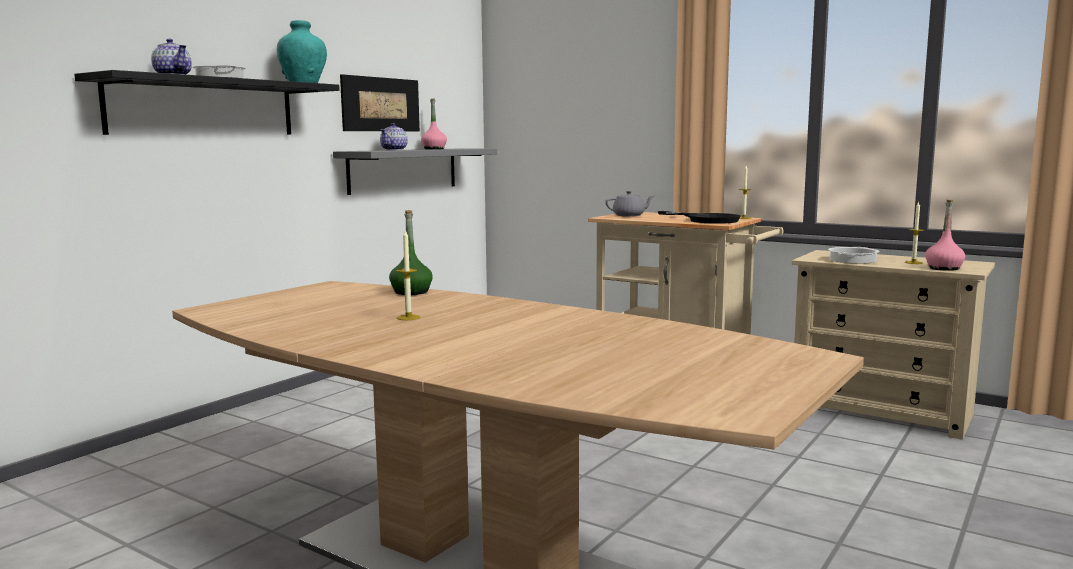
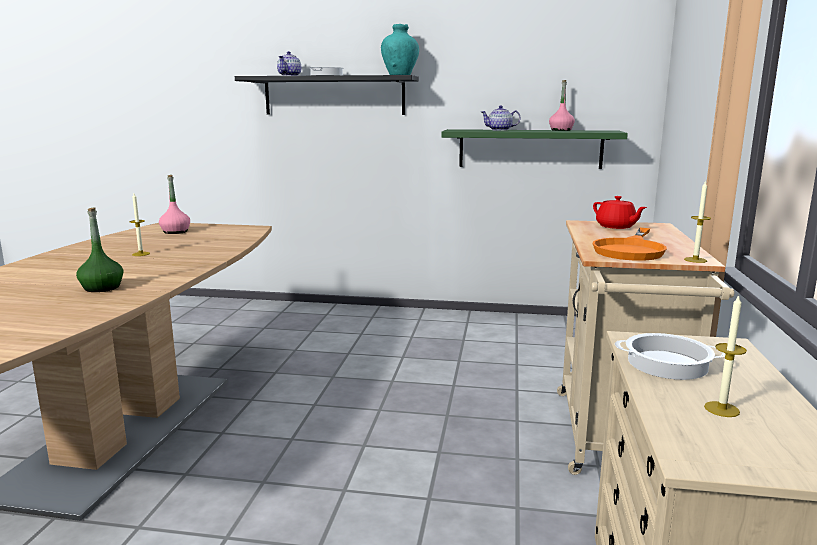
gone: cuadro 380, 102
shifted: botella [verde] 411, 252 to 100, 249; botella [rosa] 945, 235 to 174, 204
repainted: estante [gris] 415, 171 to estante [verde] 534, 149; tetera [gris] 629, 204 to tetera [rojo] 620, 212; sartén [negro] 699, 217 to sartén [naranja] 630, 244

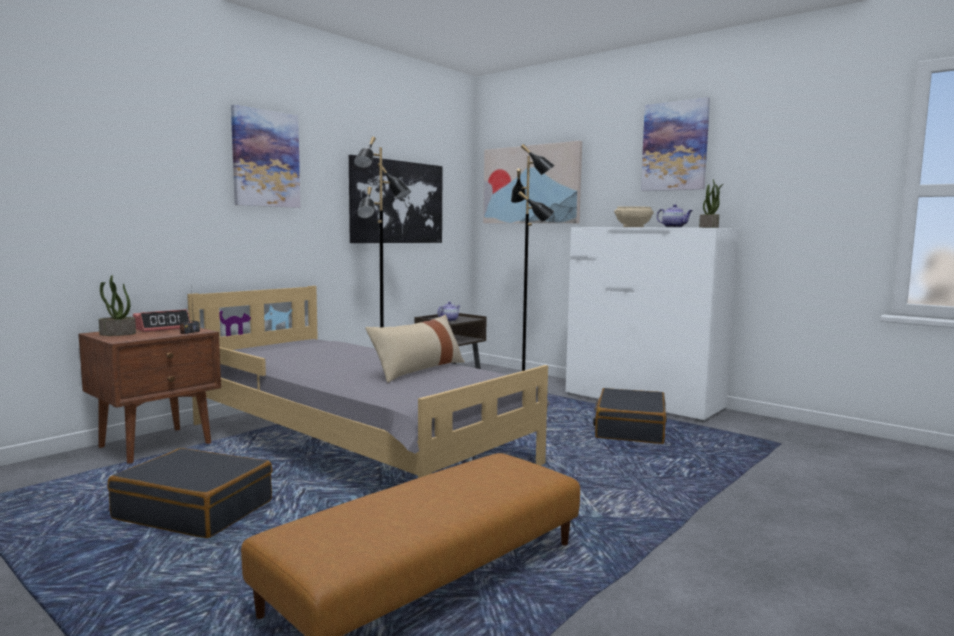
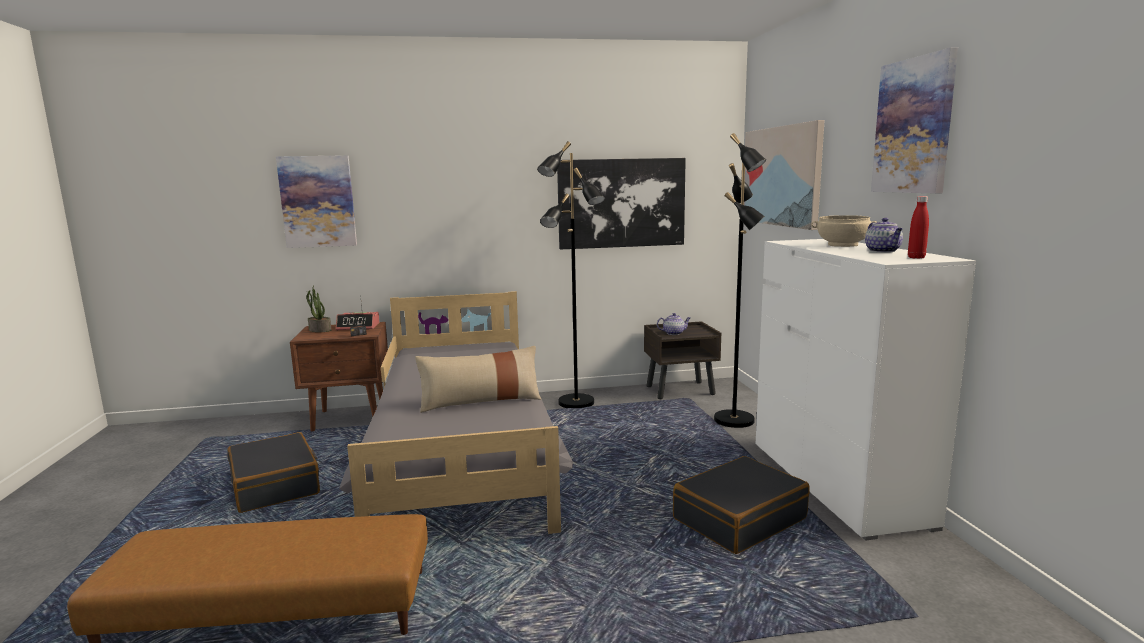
shifted: cuadro 265, 156 to 316, 201
swapped: planta en maceta 711, 204 to botella [rojo] 918, 227

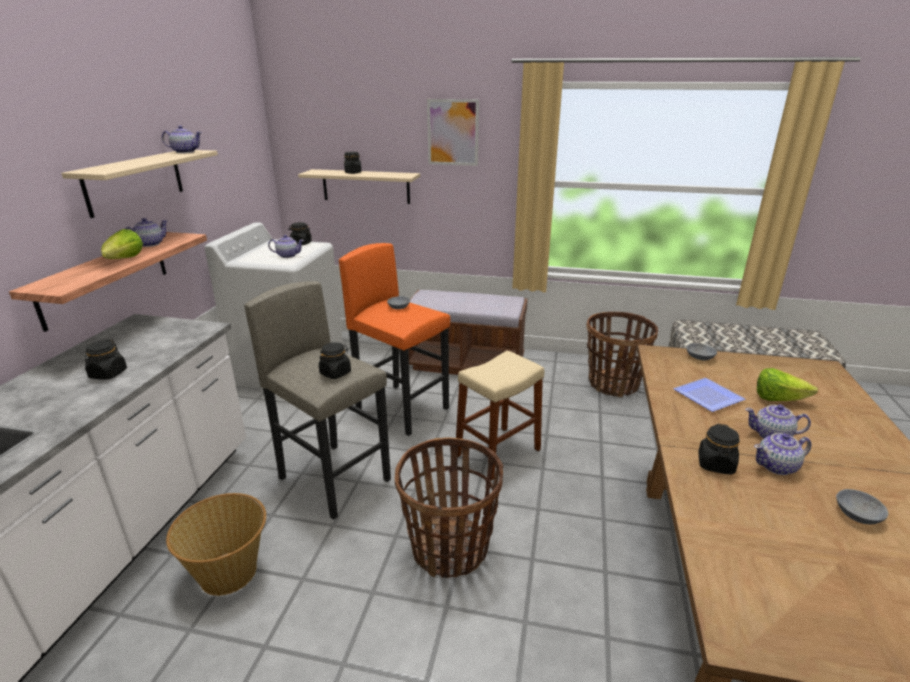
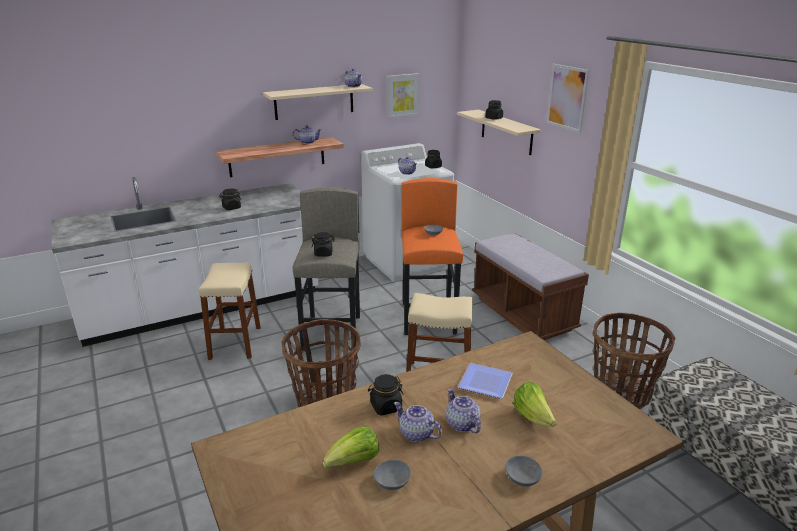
new: cuadro 402, 95
shifted: lechuga 122, 244 to 351, 447; cuenco [gris] 701, 351 to 524, 471
swapped: cesta 216, 544 to taburete [beis] 230, 311

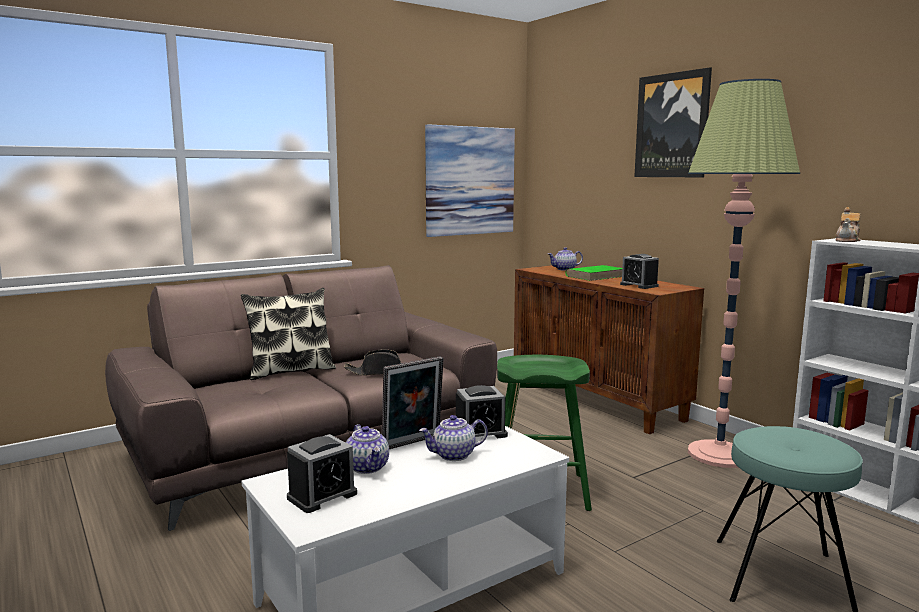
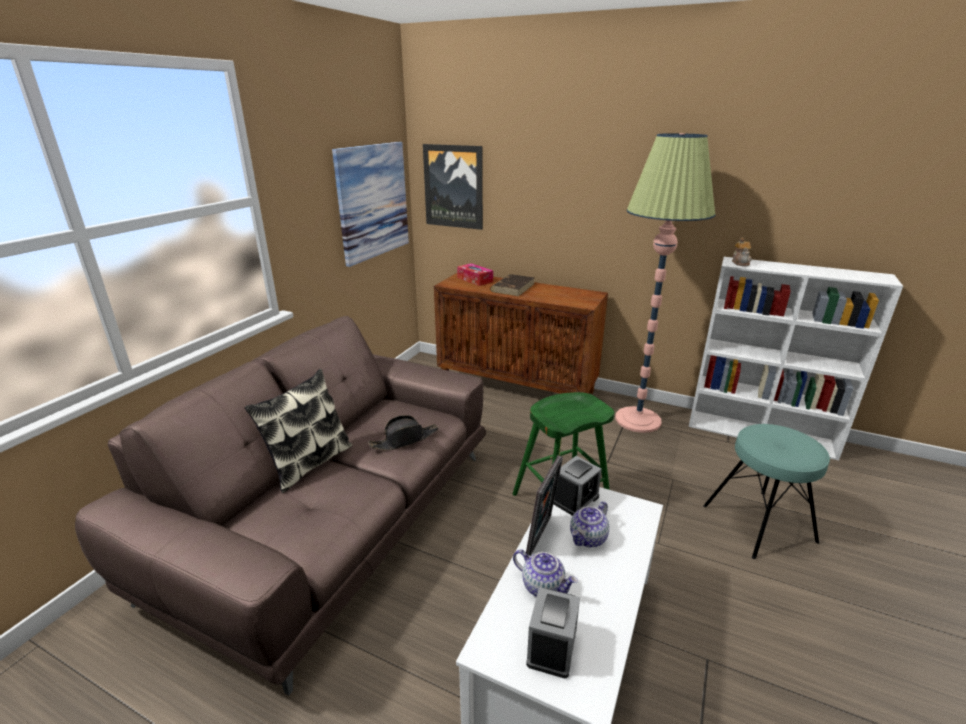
gone: despertador 639, 271
shifted: cuadro 673, 122 to 453, 187
swapped: tetera 565, 259 to caja de pañuelos 475, 274
repainted: libro [verde] 593, 273 to libro [marrón] 512, 285

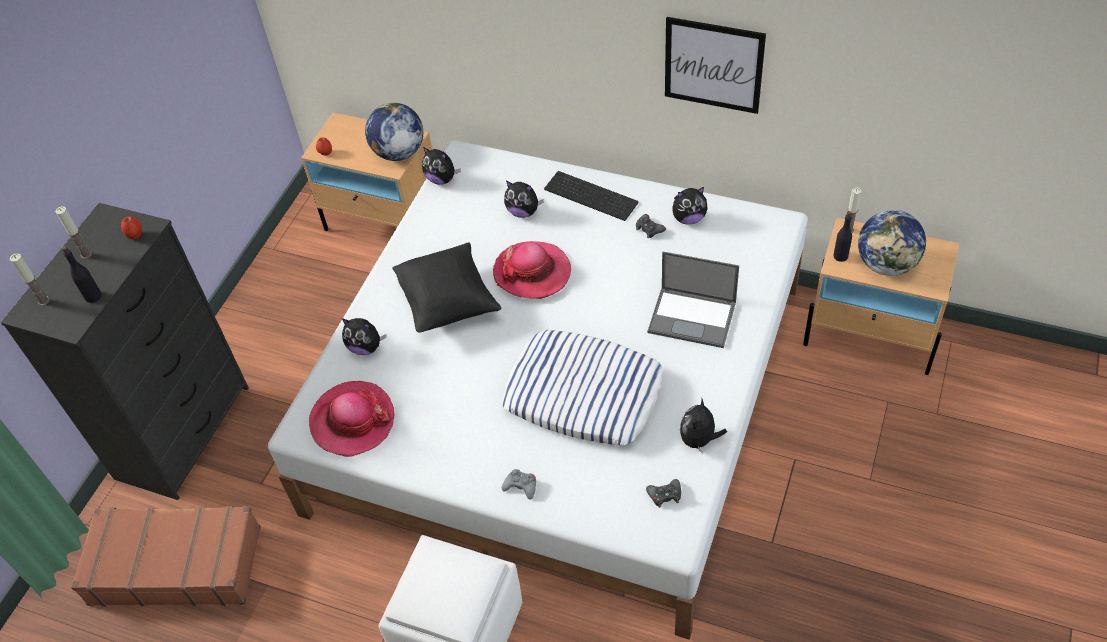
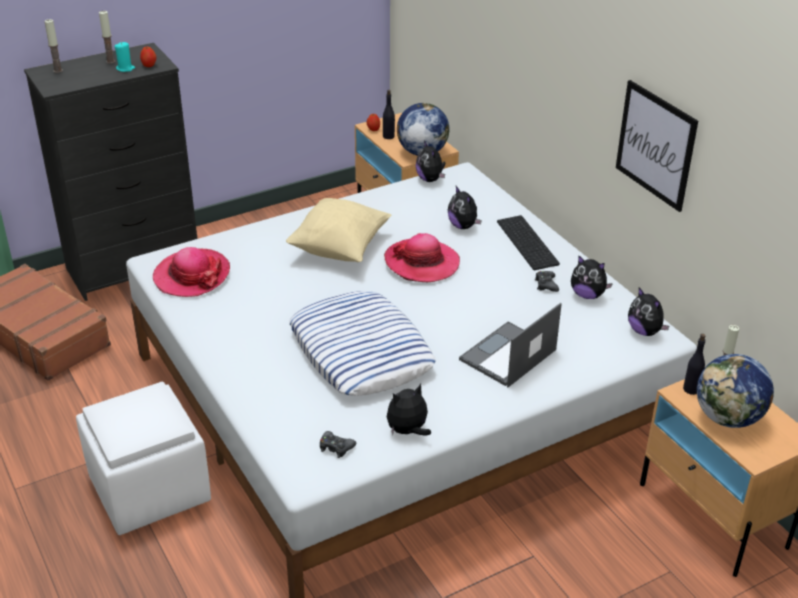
gone: mando de consola [gris] 519, 484
new: vela [turquesa] 124, 57
shifted: botella [negro] 82, 274 to 389, 114; peluche 364, 336 to 649, 311
repainted: cojín [negro] 446, 287 to cojín [beis] 338, 230
rotated: portátil 693, 299 = 510, 345 75 degrees clockwise

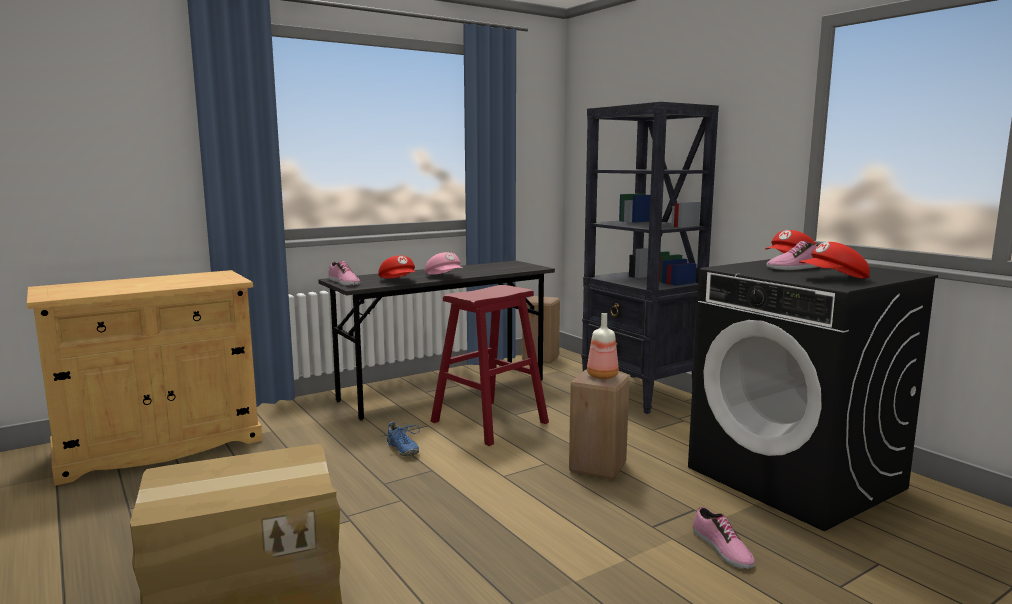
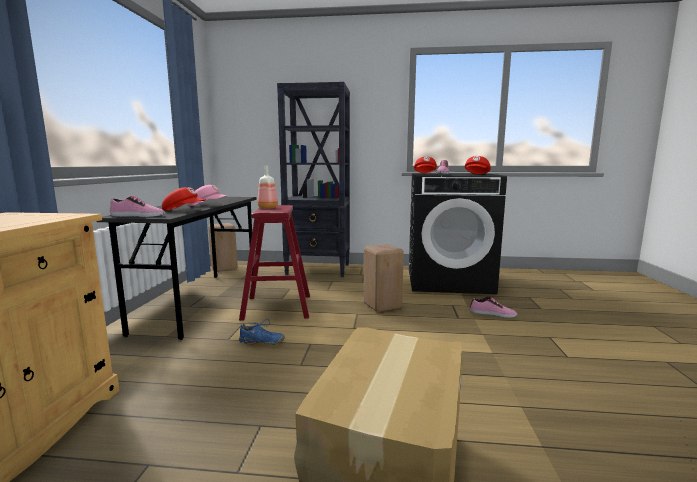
shifted: botella 603, 346 to 267, 187

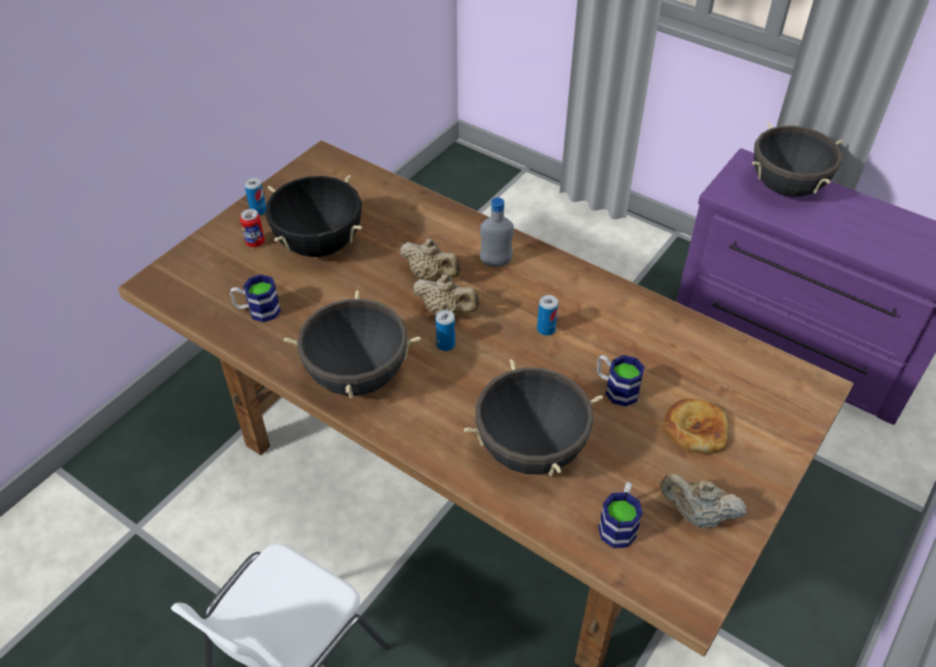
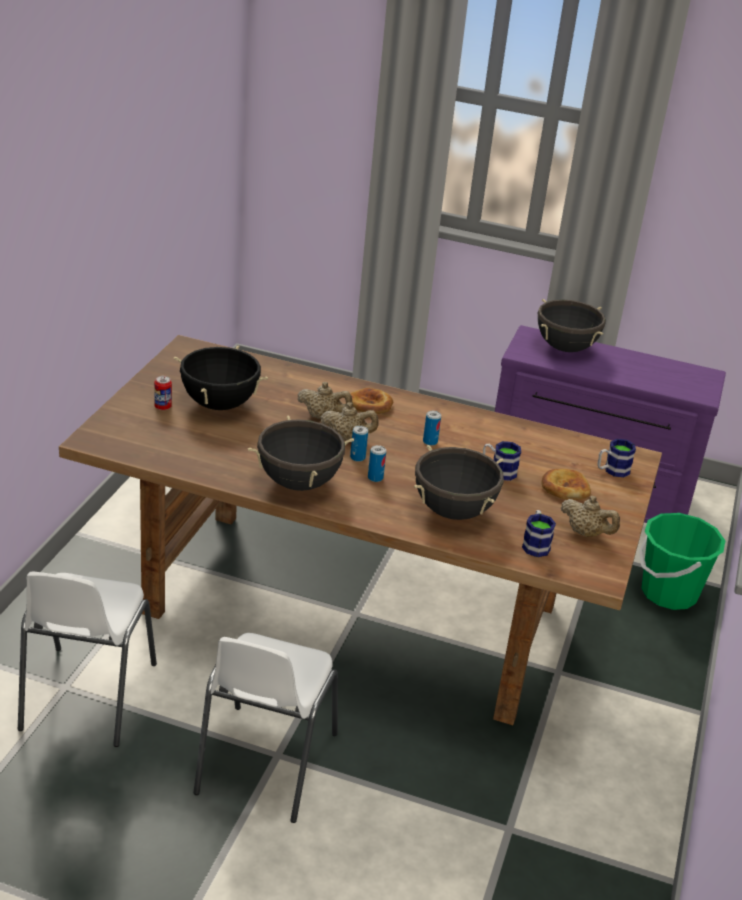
new: silla [blanco] 87, 659; cubo [verde] 682, 561
shifted: taza grande 255, 298 to 616, 458; lata 255, 196 to 377, 463
swapped: botella [gris] 497, 232 to pan 371, 401
rotated: tetera [beis] 703, 501 = 590, 516 150 degrees counterclockwise

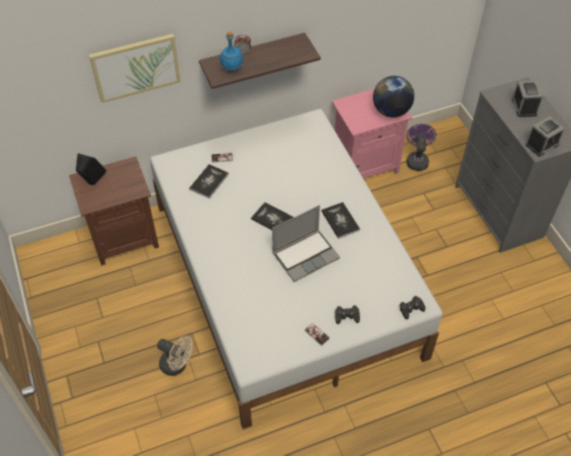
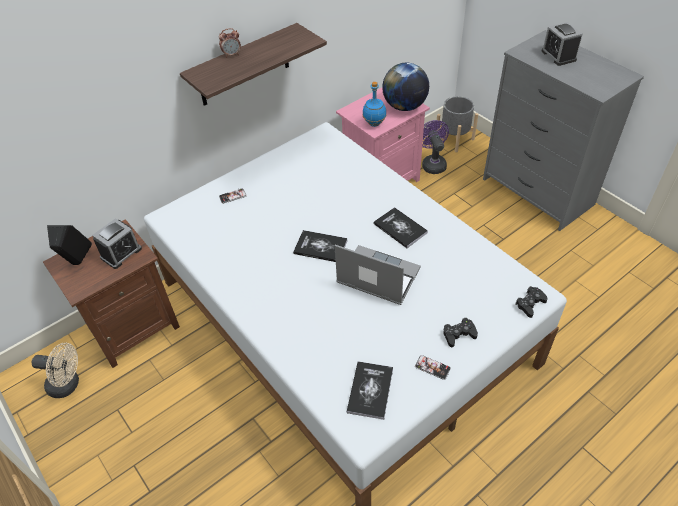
gone: cuadro 135, 68
new: maceta [gris] 457, 124
shifted: ventilador [beis] 175, 356 to 55, 370; libro 209, 181 to 370, 390; botella [azul] 231, 52 to 374, 104; despertador 545, 136 to 117, 243
rotated: portátil 306, 243 = 378, 275 105 degrees counterclockwise

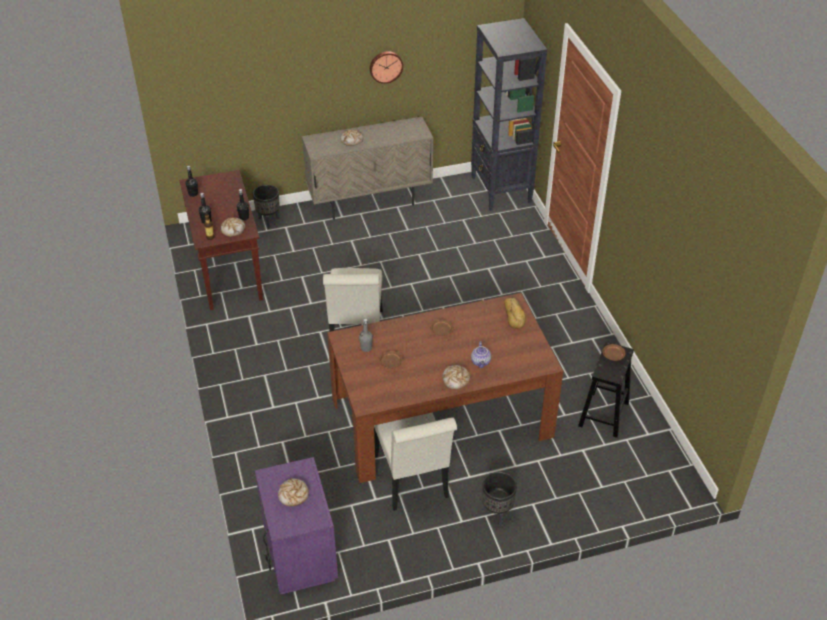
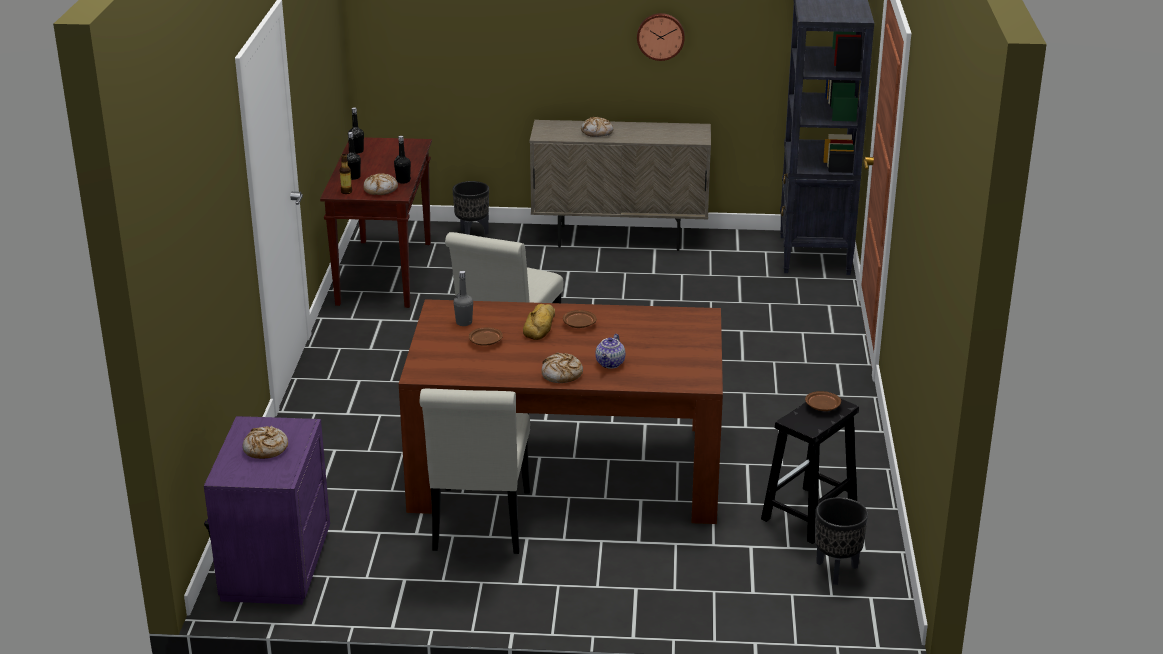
shifted: maceta [negro] 499, 499 to 841, 541; pan 515, 313 to 539, 322

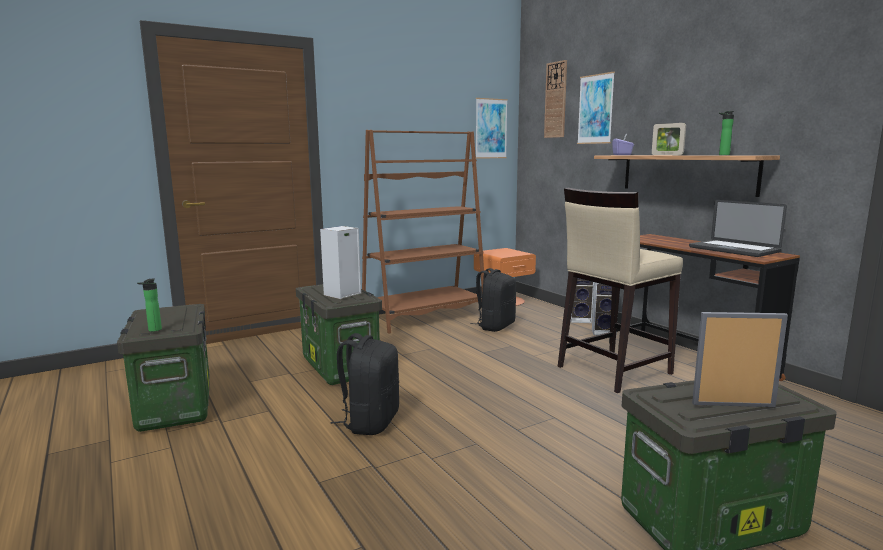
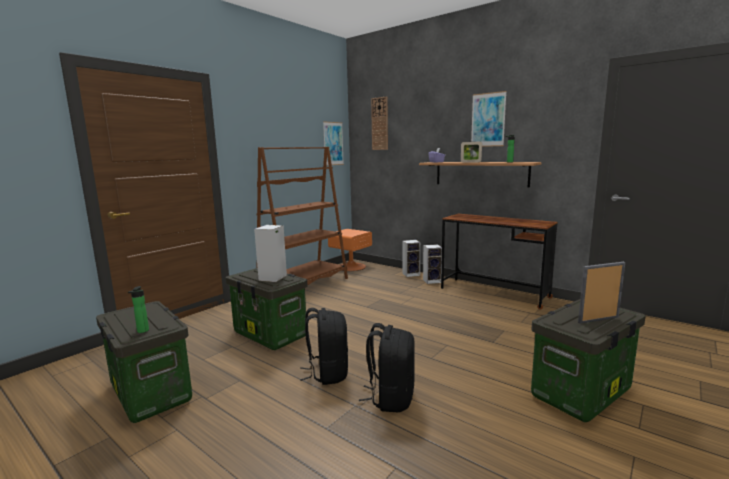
gone: taburete [beis] 620, 290; portátil 738, 228
shifted: mochila [negro] 493, 300 to 387, 367; cuadro 596, 108 to 489, 119

